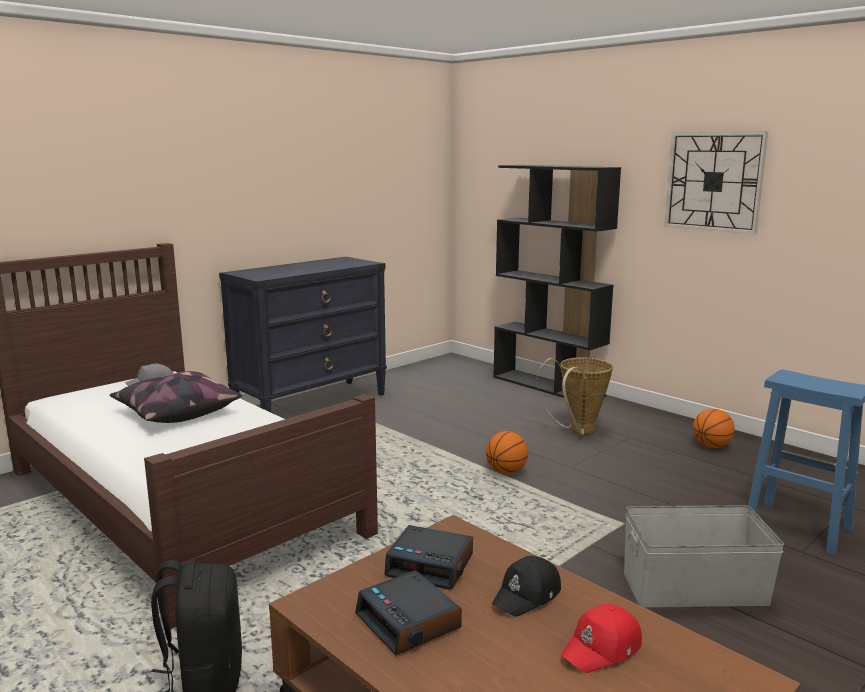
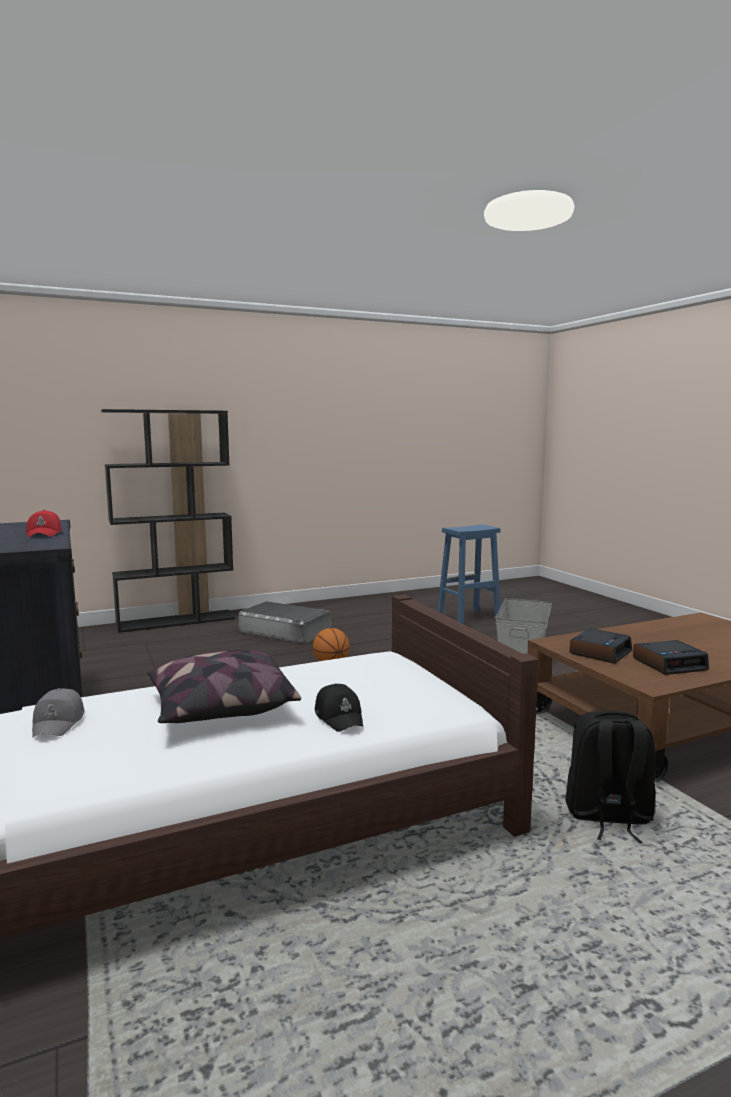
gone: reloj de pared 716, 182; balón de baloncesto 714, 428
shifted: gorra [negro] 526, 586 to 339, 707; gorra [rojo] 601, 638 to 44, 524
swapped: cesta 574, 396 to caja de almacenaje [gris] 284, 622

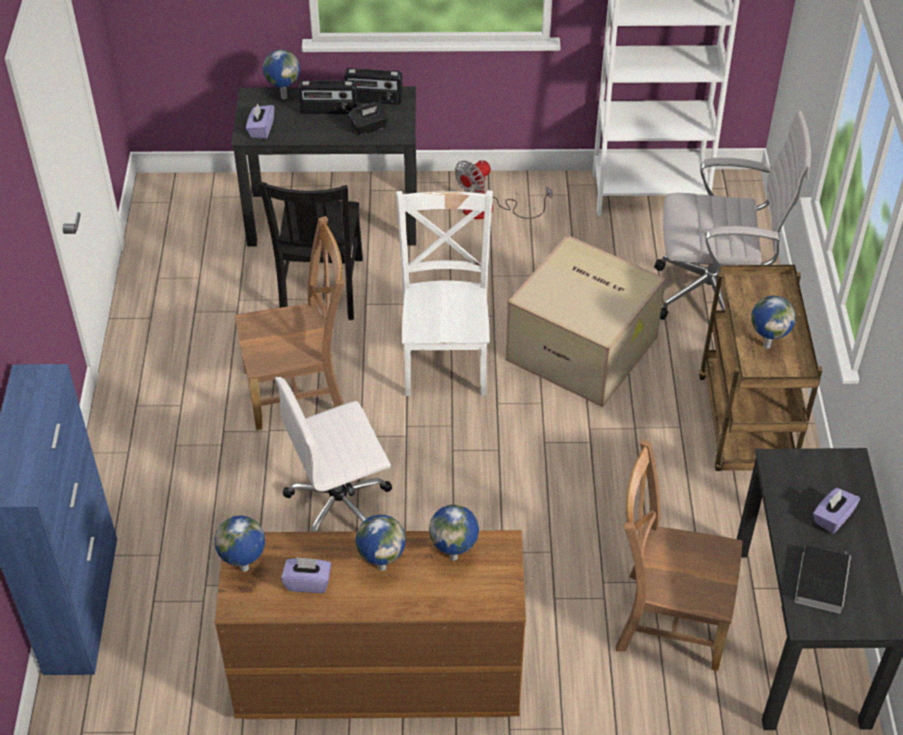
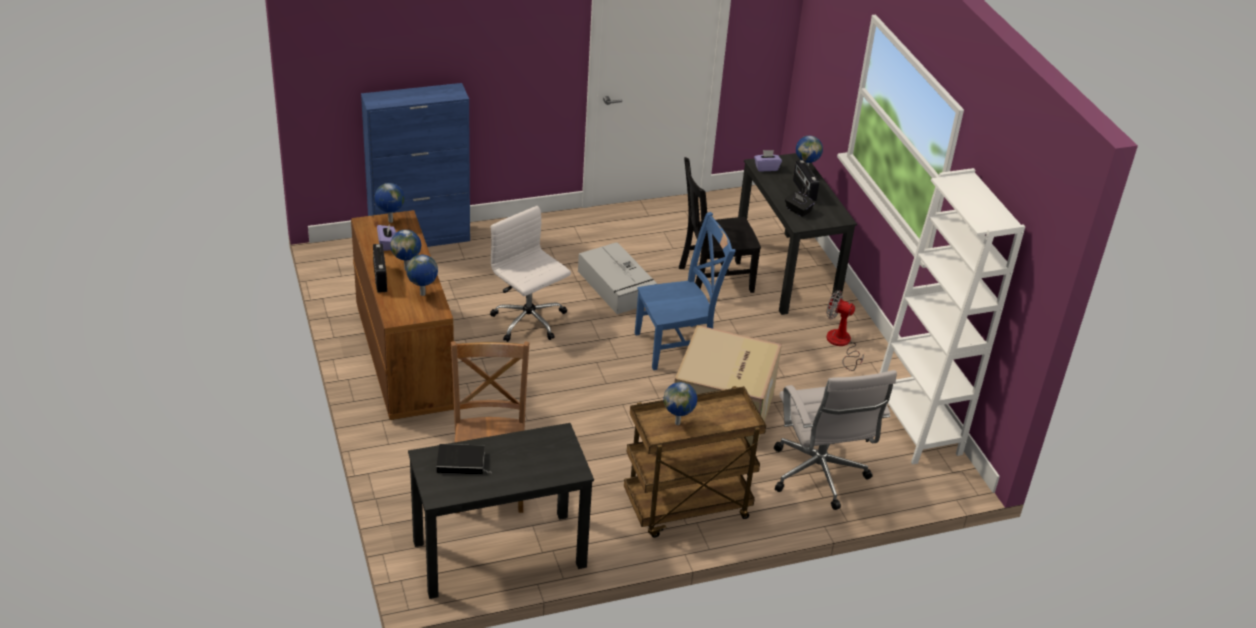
gone: caja de pañuelos [morado] 836, 511
shifted: radio 373, 86 to 380, 268
swapped: silla [marrón] 290, 323 to caja de almacenaje [gris] 617, 278
repainted: silla [blanco] 444, 293 to silla [azul] 685, 291

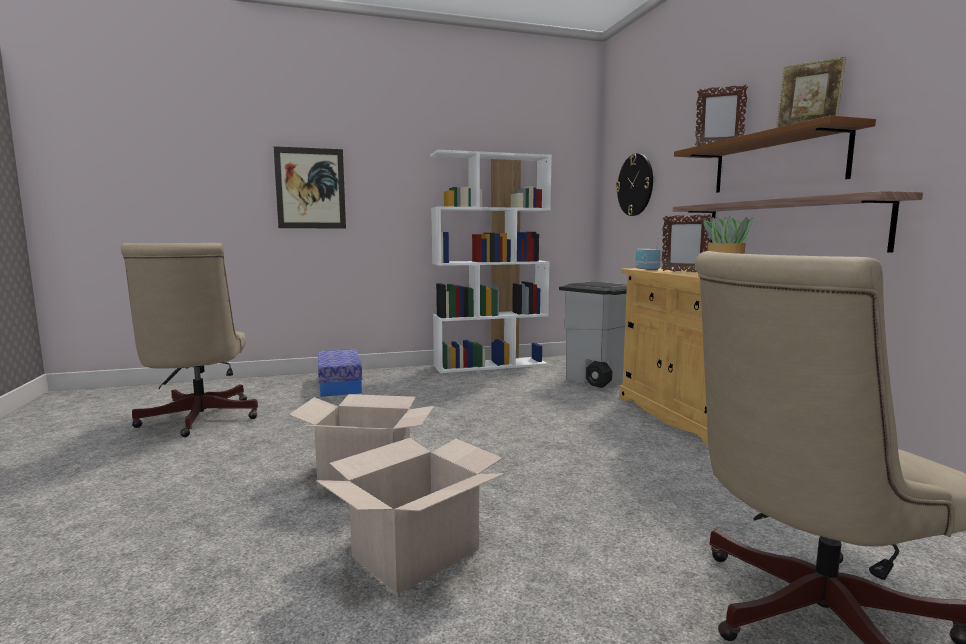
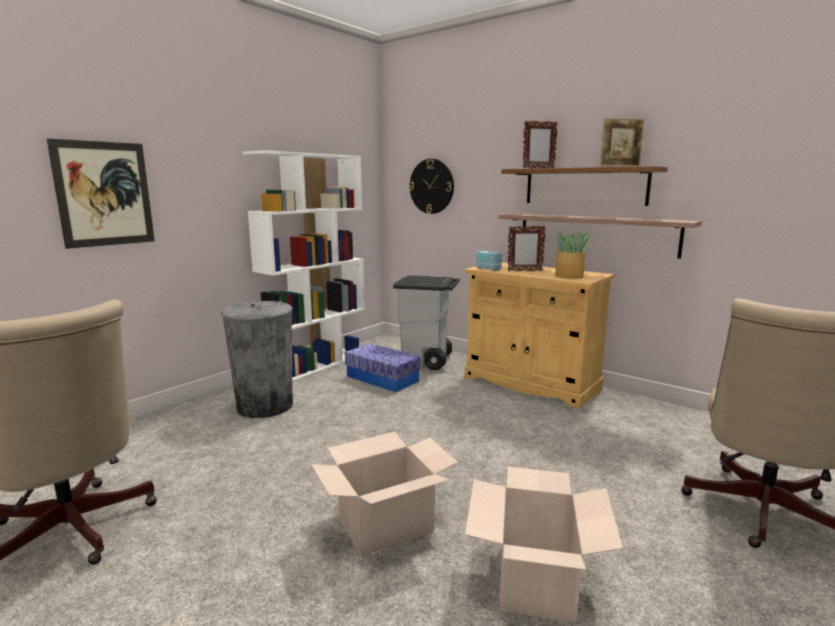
new: papelera [gris] 257, 359
shifted: caja de almacenaje 340, 373 to 383, 367

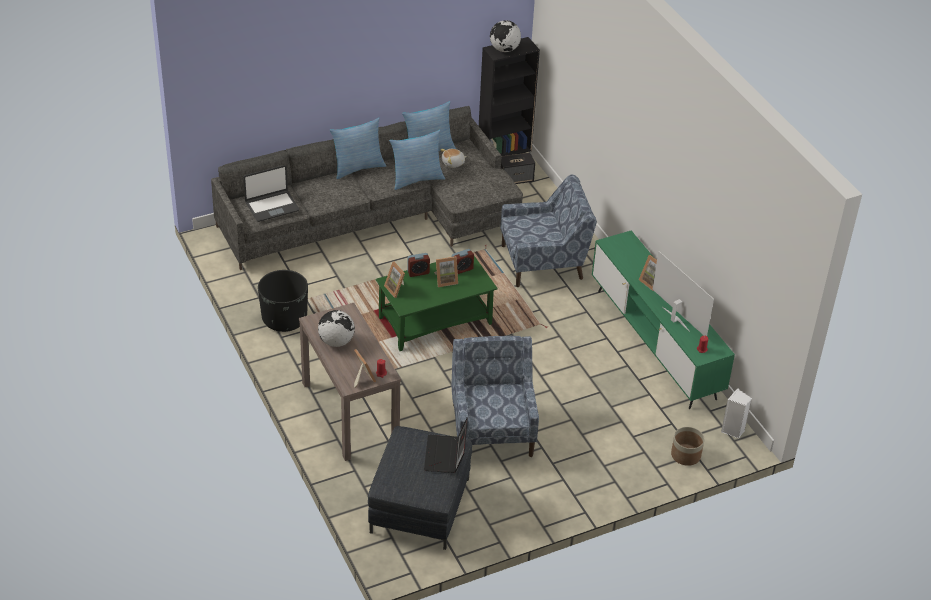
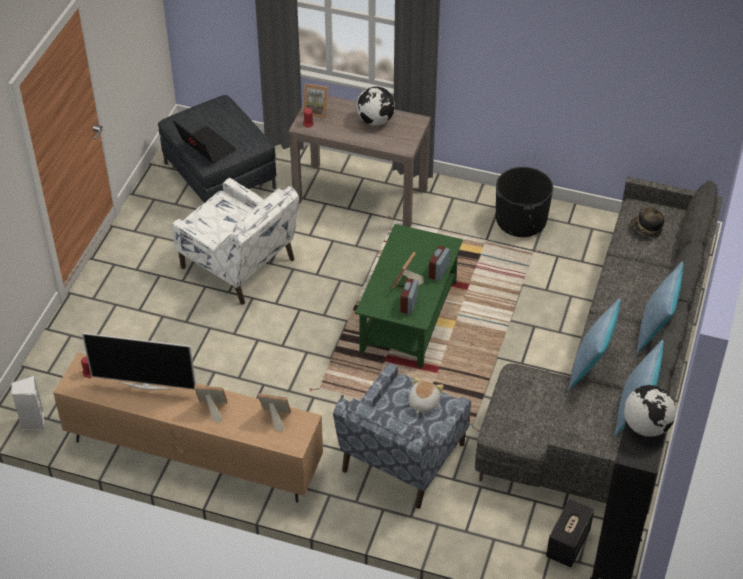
gone: maceta 687, 446
shifted: portarretratos 394, 280 to 274, 413; peluche 453, 158 to 425, 395
swapped: portátil 271, 193 to sombrero 647, 222
repainted: sillón [azul] 495, 396 to sillón [blanco] 235, 241; mueble de televisión [verde] 663, 320 to mueble de televisión [marrón] 188, 427

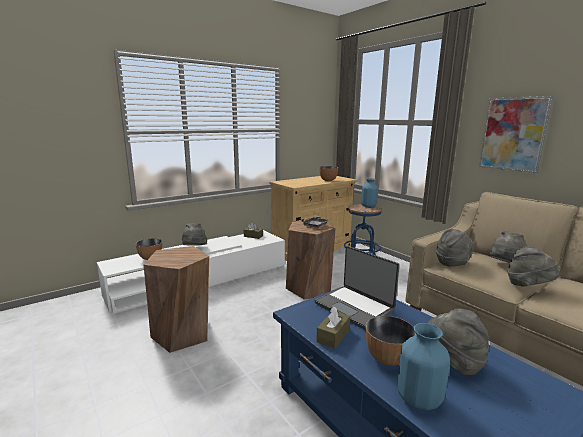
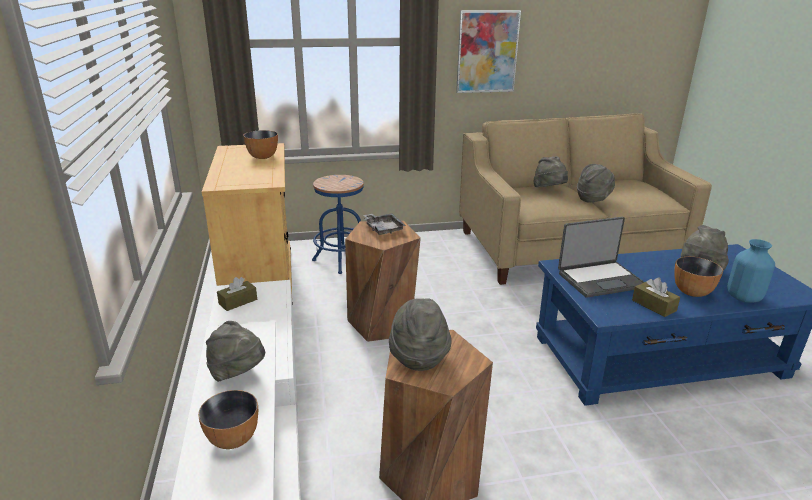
gone: florero [azul] 369, 193
shifted: sombrero [gris] 454, 248 to 420, 334

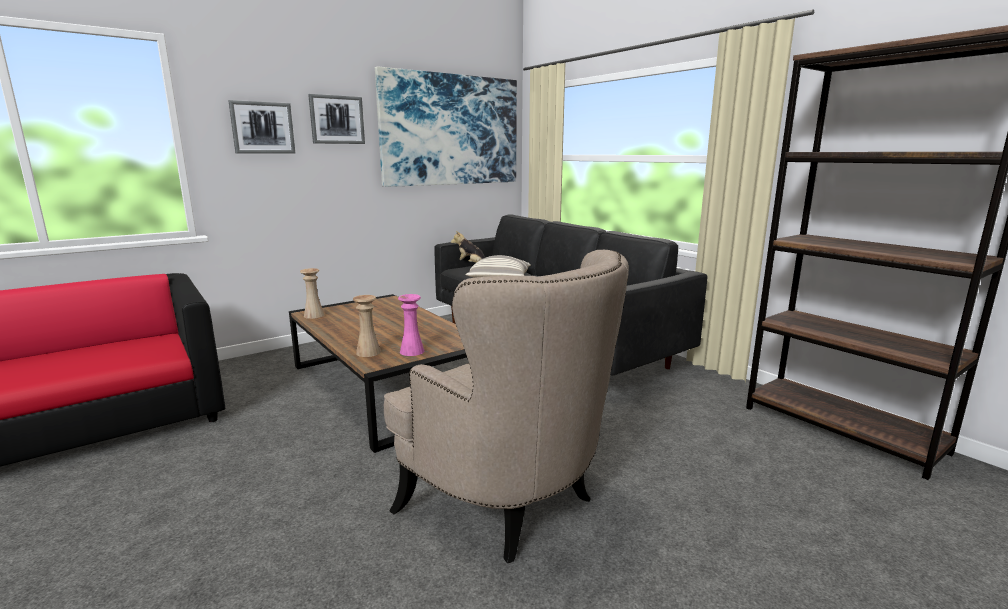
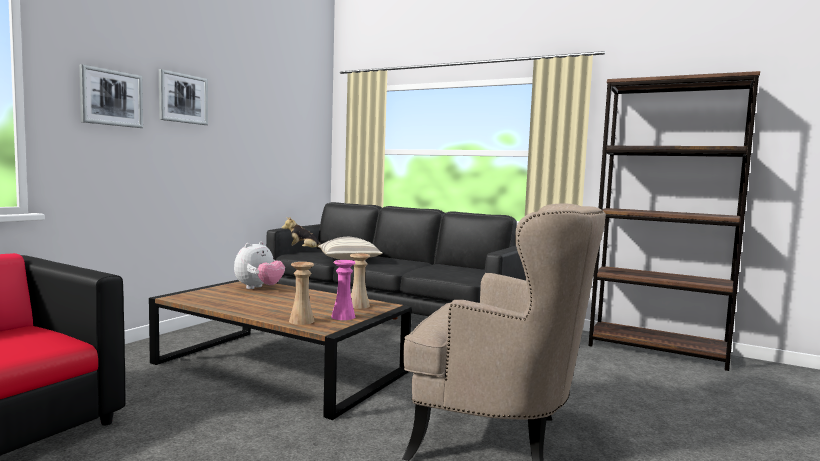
gone: cuadro 446, 126
new: peluche 259, 265
shifted: florero [beis] 312, 293 to 360, 281

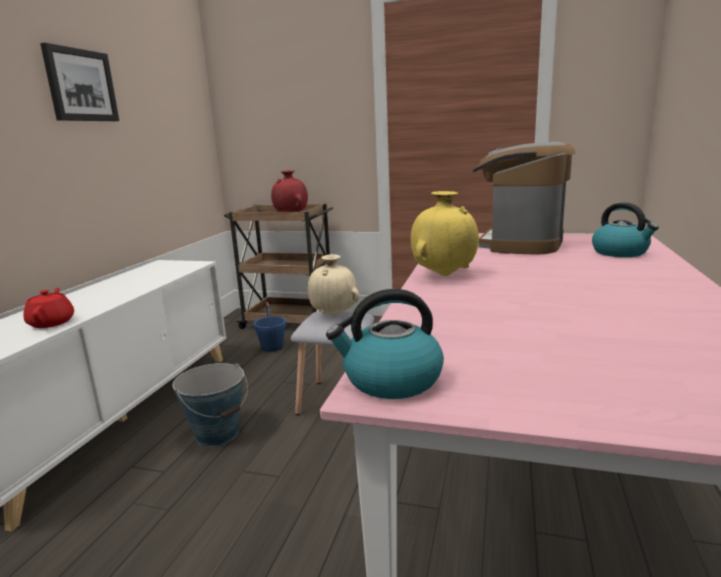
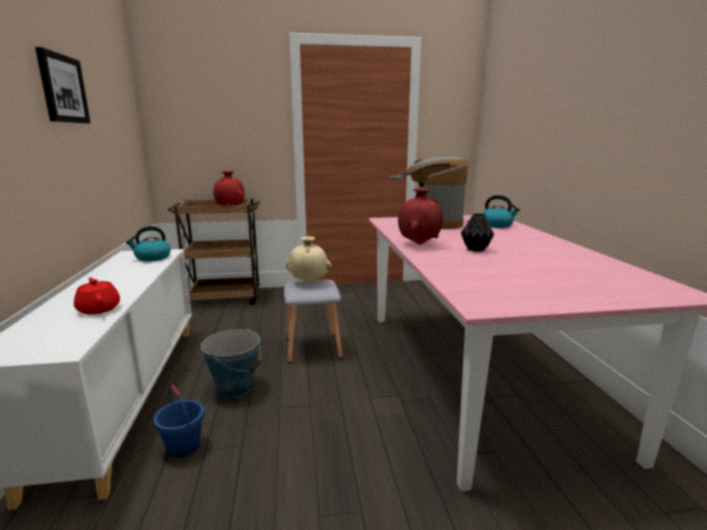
new: florero [negro] 477, 232
shifted: cubo [azul] 269, 327 to 179, 421; hervidor 385, 344 to 148, 244
repainted: florero [amarillo] 445, 233 to florero [rojo] 420, 216

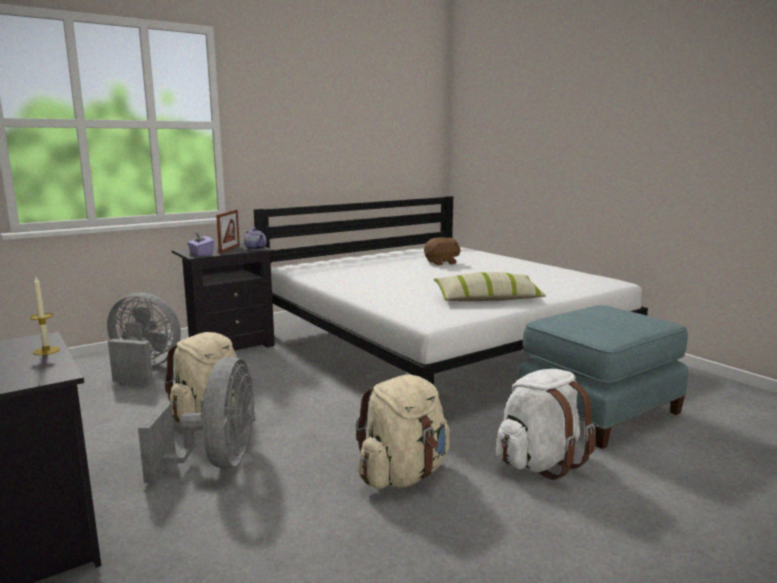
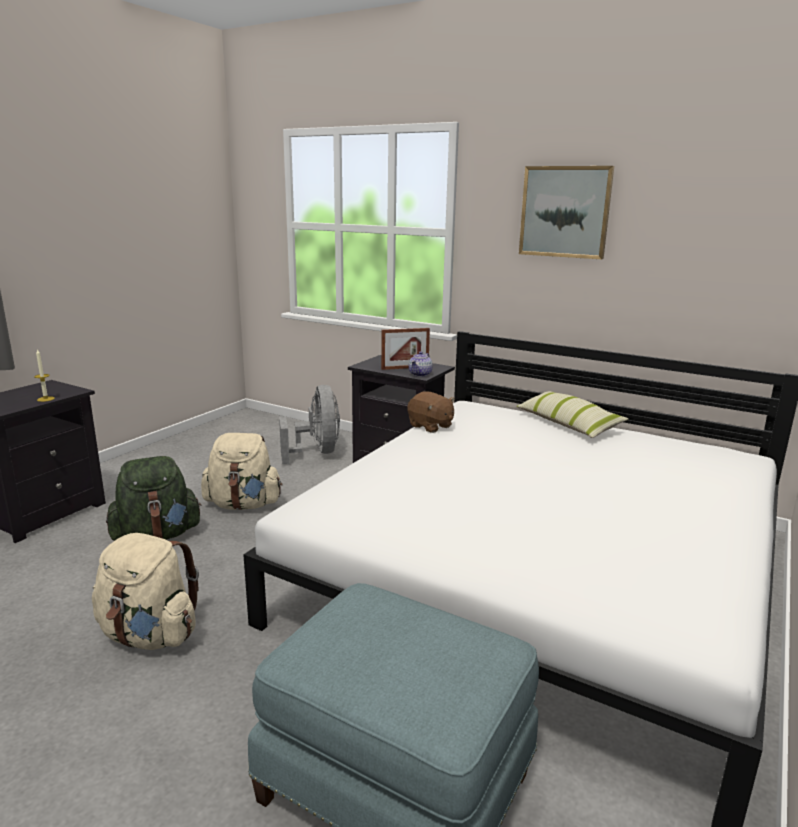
gone: caja de pañuelos [morado] 200, 244; mochila [blanco] 546, 424
new: cuadro 566, 212
shifted: peluche [marrón] 442, 251 to 431, 412; cojín 489, 286 to 572, 414
swapped: ventilador [gris] 196, 420 to mochila [verde] 154, 498

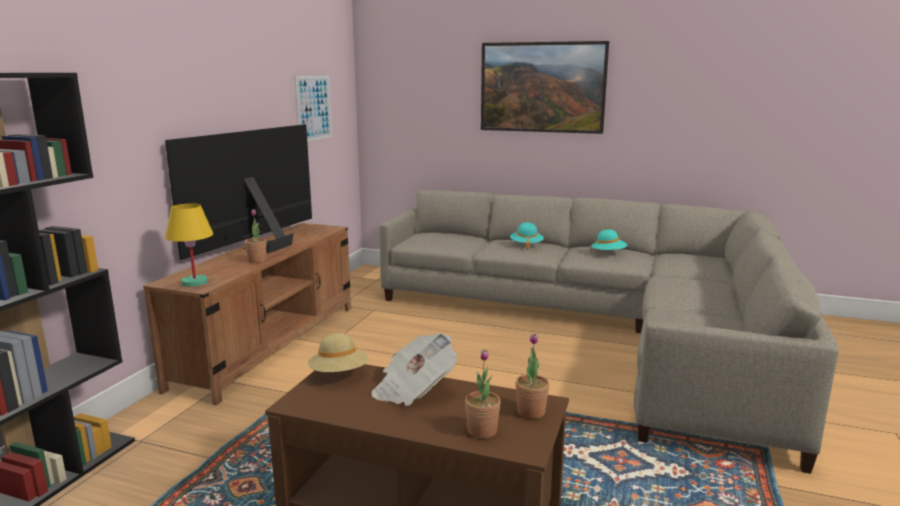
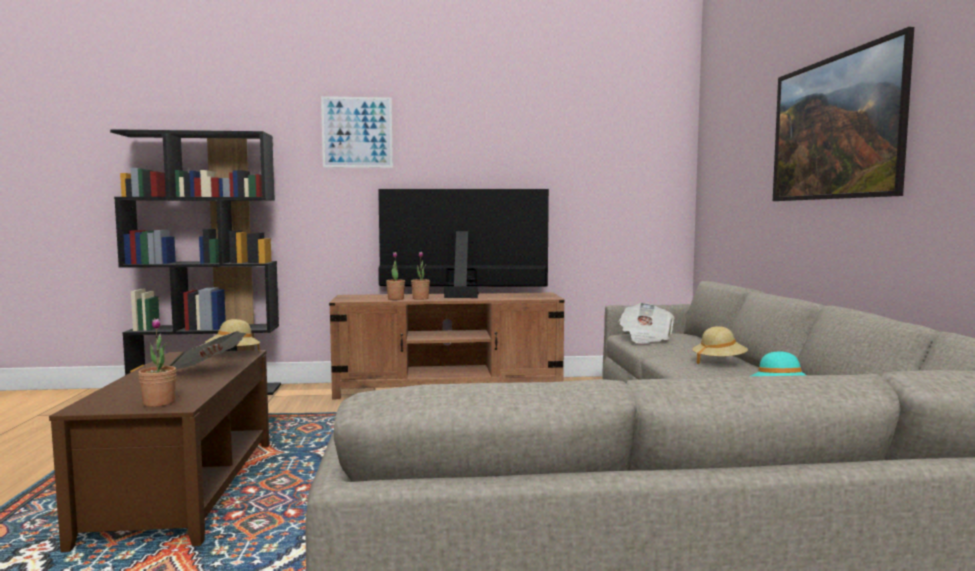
gone: lámpara de mesa [amarillo] 189, 245
new: periódico 647, 323
shifted: cuadro 313, 108 to 357, 132; planta en maceta 483, 394 to 395, 276
repainted: sombrero [turquesa] 527, 236 to sombrero [beis] 720, 345

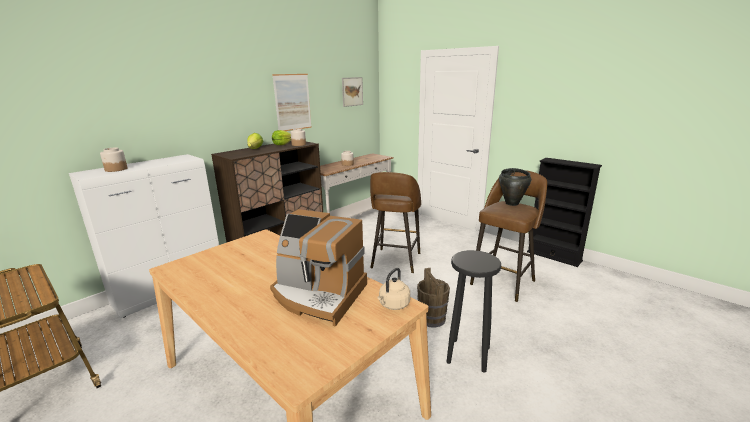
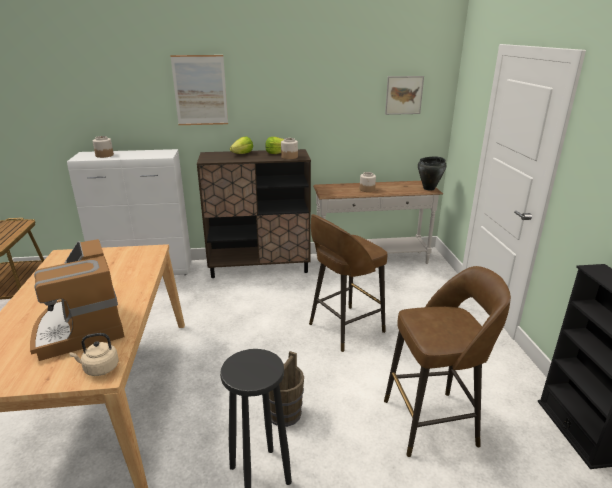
shifted: cuadro 292, 102 to 199, 90; olla [negro] 515, 187 to 432, 174

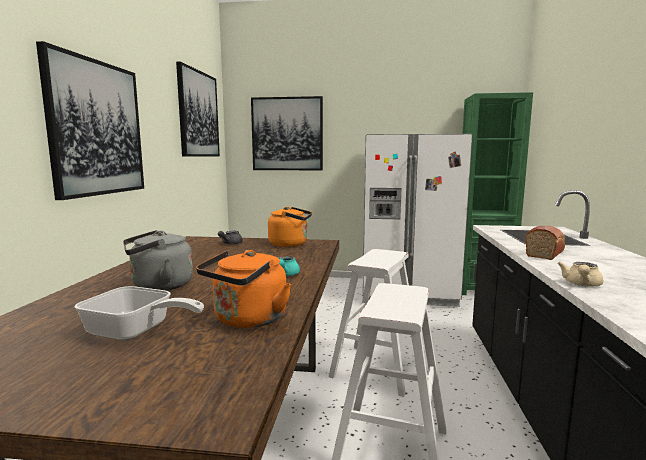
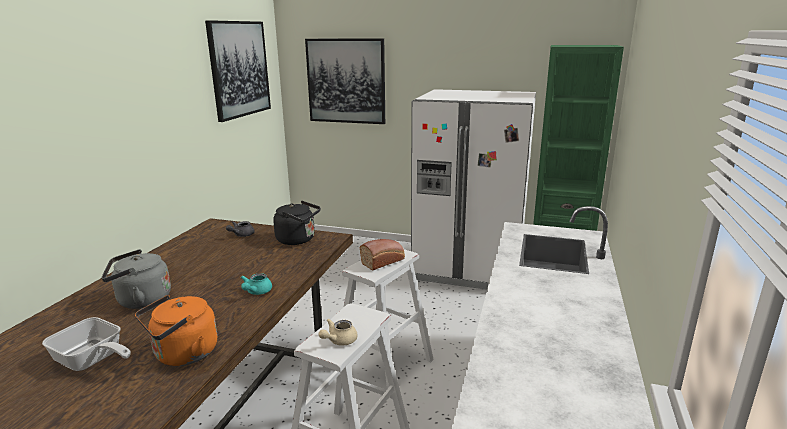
gone: cuadro 90, 120
shifted: pan 545, 243 to 382, 255; tetera [beis] 580, 274 to 338, 332
repainted: hervidor [naranja] 290, 227 to hervidor [negro] 297, 223

